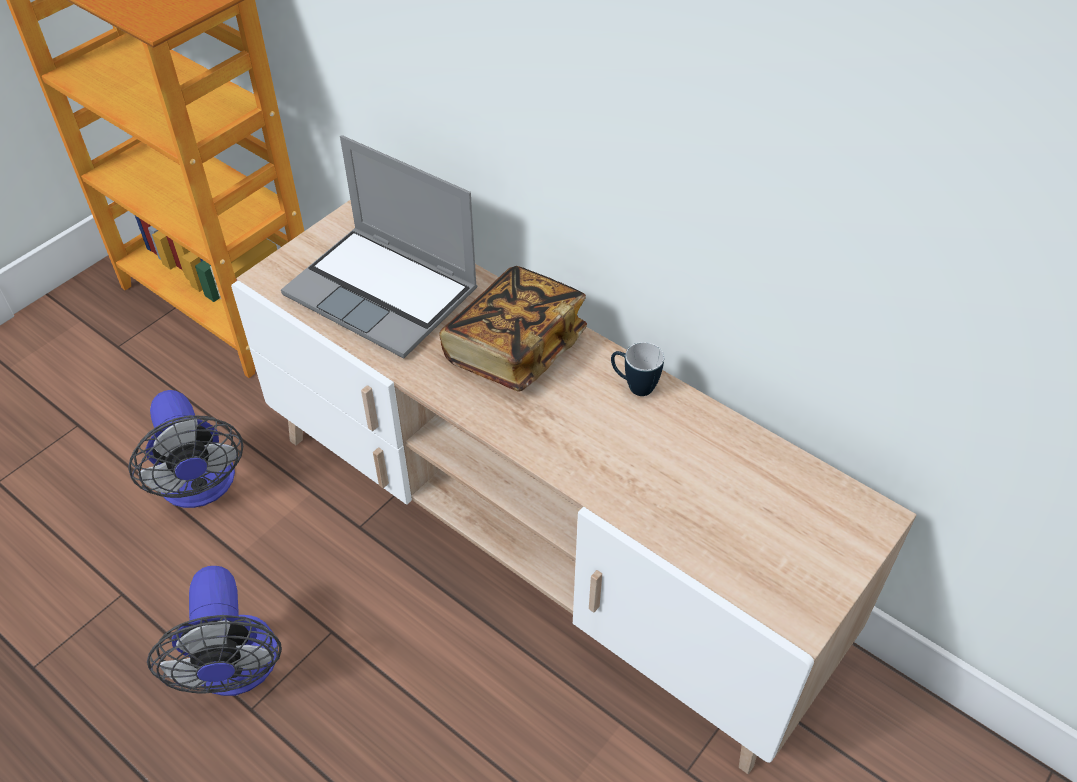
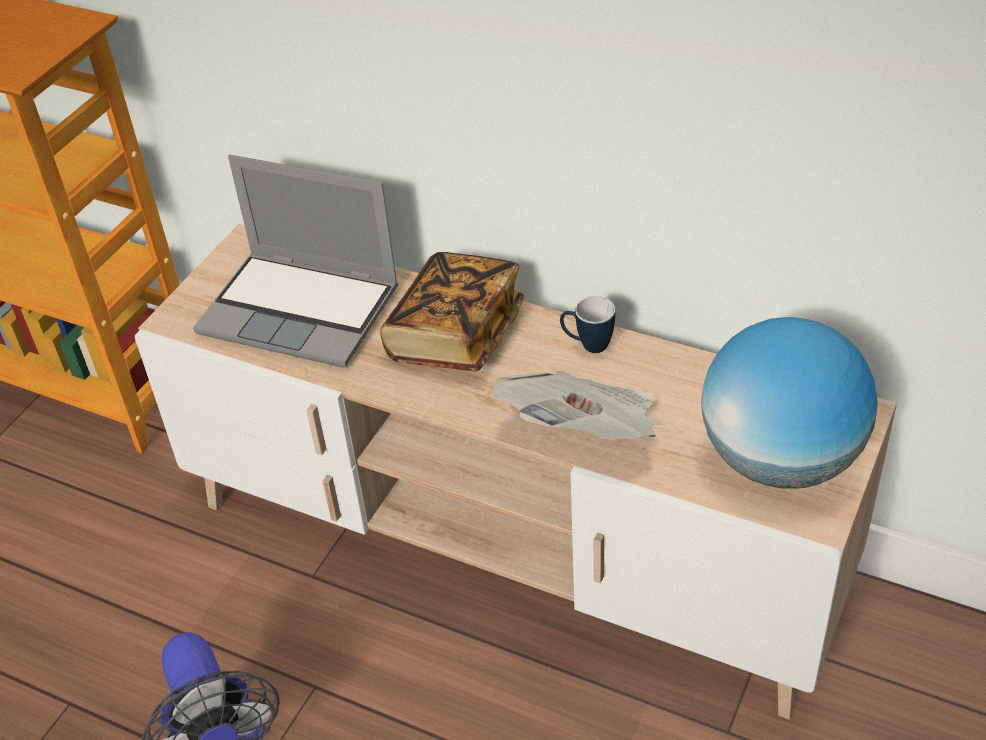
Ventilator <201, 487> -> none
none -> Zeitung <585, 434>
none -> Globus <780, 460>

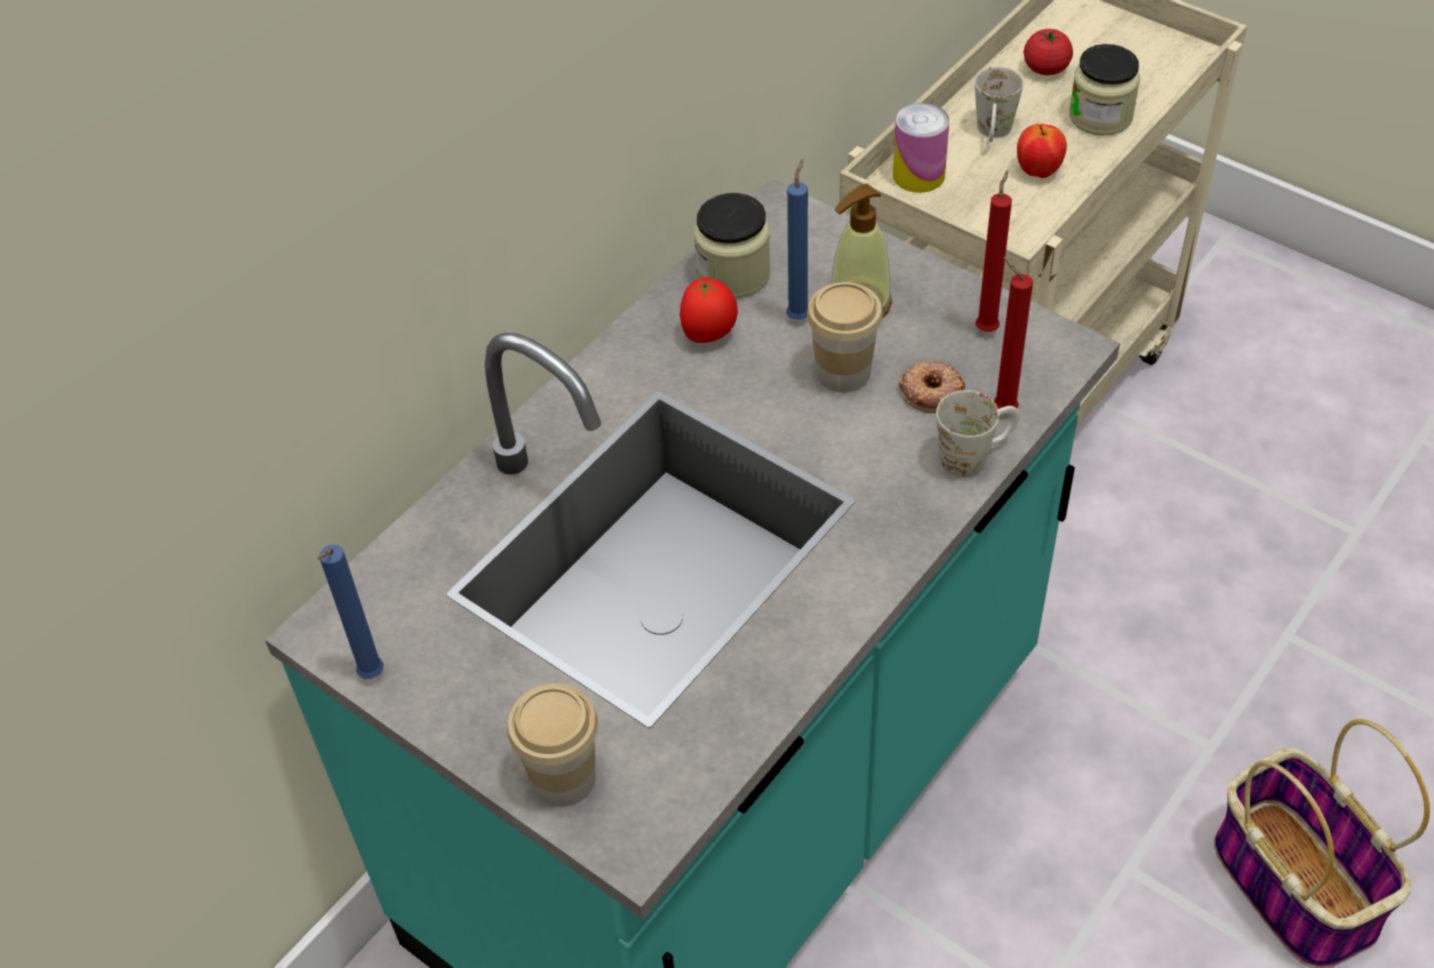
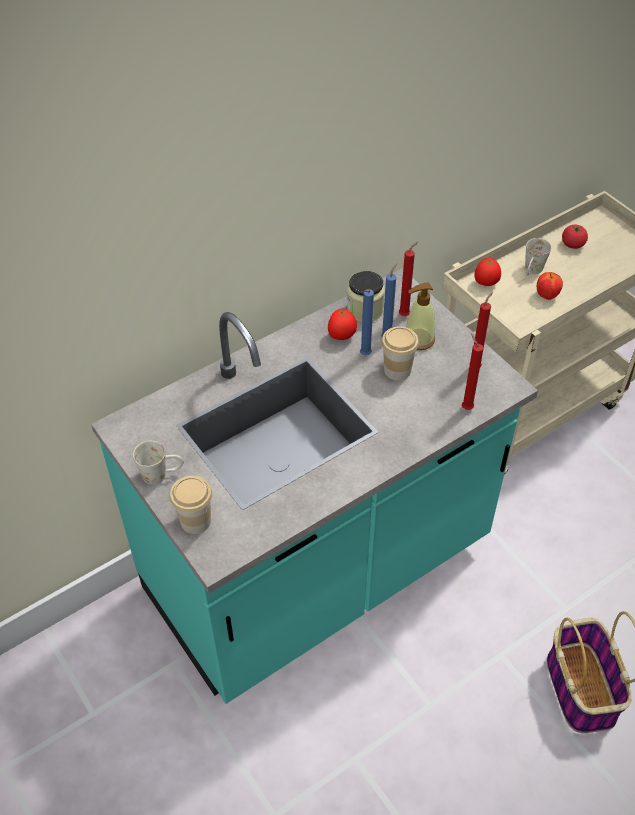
Kerze [blau] <370, 678> -> Kerze [blau] <364, 355>, shifted
Dose <918, 175> -> Tomate <486, 283>
Donut <931, 391> -> none
Henkelbecher [weiß] <975, 455> -> Henkelbecher [weiß] <162, 474>, shifted
Vorratsglas <1100, 116> -> none
none -> Kerze [rot] <405, 314>

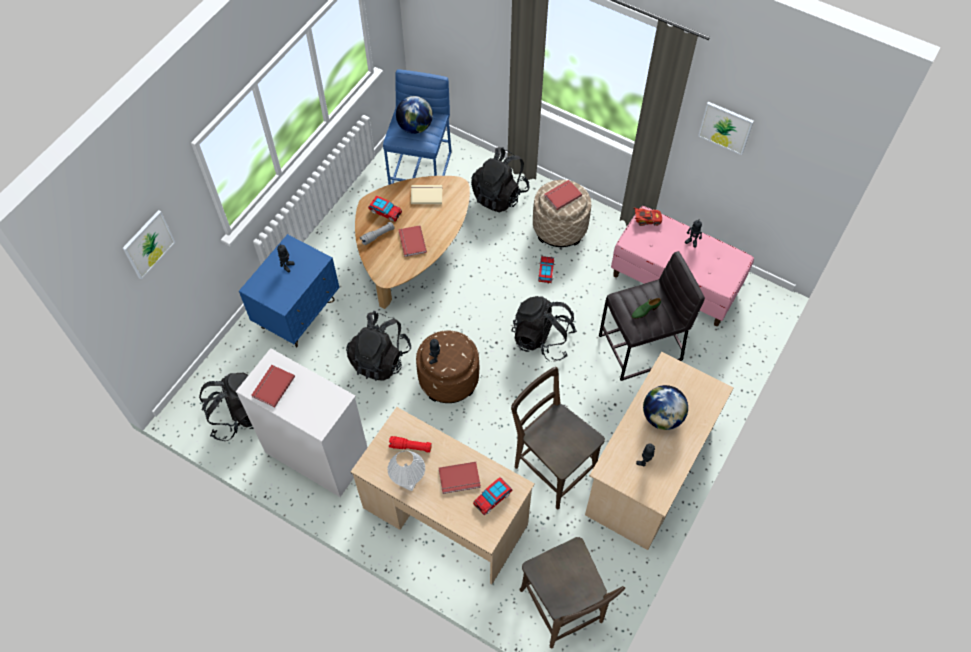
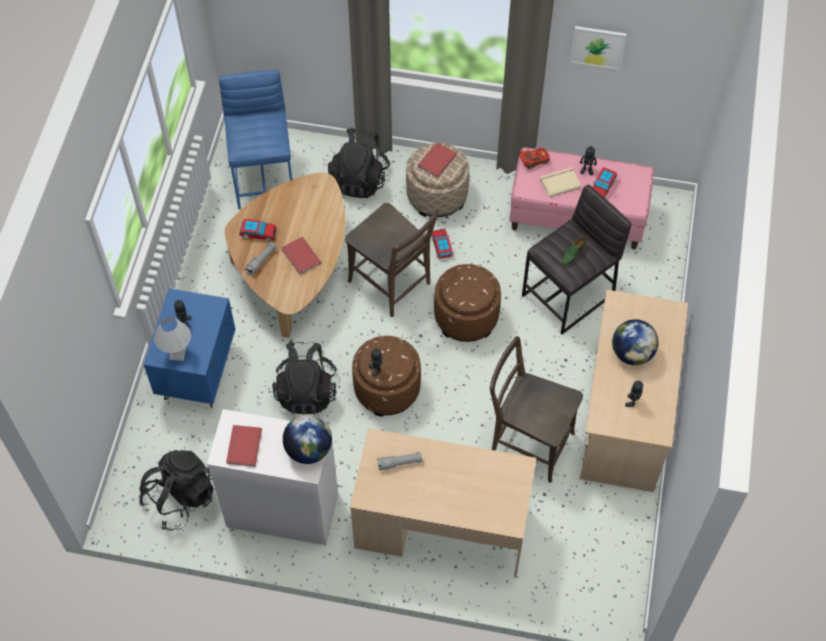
Bild <148, 244> -> none
Tischlampe [weiß] <408, 482> -> Tischlampe [weiß] <177, 354>, shifted
Taschenlampe [rot] <410, 447> -> Taschenlampe [grau] <399, 463>
Globus <415, 127> -> Globus <308, 449>, shifted
Buch [beige] <426, 194> -> Buch [beige] <559, 182>, shifted
Buch [rot] <460, 479> -> none
Spielzeugauto <492, 498> -> Spielzeugauto <602, 187>, shifted
Rucksack [schwarz] <542, 339> -> Polsterhocker [braun] <466, 317>
Stuhl [braun] <563, 610> -> Stuhl [braun] <392, 285>, shifted

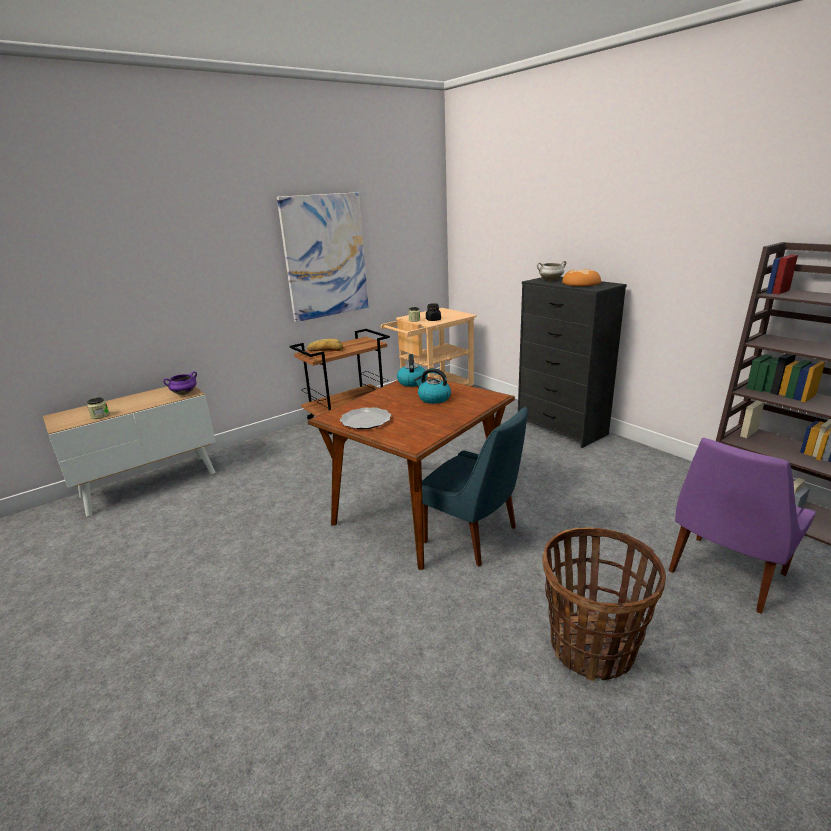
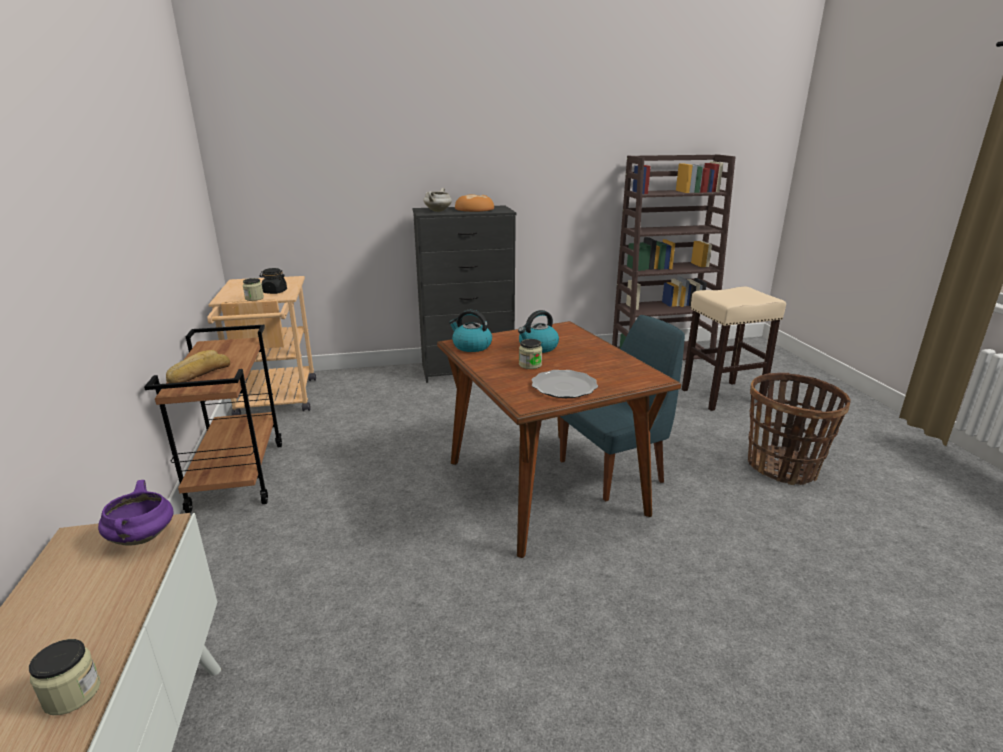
Bild <325, 256> -> none
Stuhl [lila] <724, 575> -> Hocker [beige] <721, 396>
none -> Vorratsglas <530, 365>

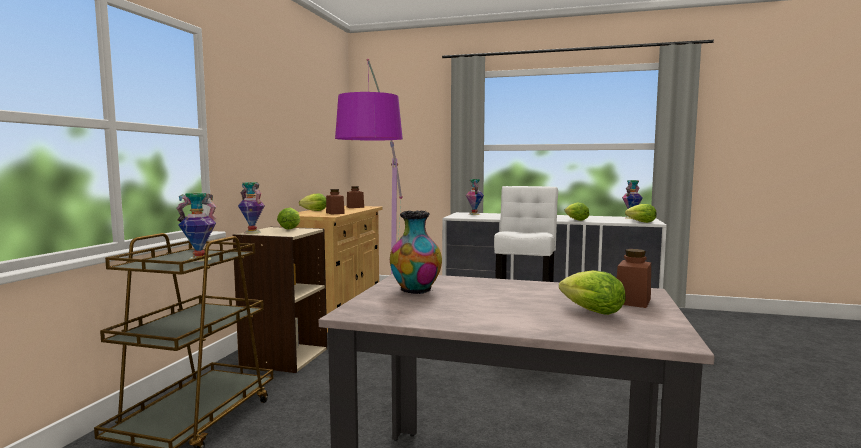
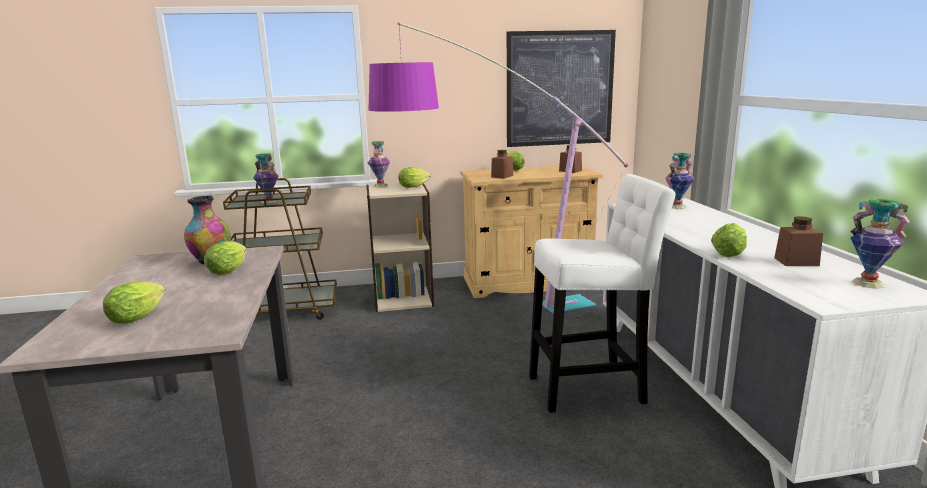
Vorratsglas [braun] <632, 301> -> Vorratsglas [braun] <796, 262>, shifted
Salatkopf <639, 222> -> Salatkopf <230, 270>, shifted
none -> Bild <559, 89>

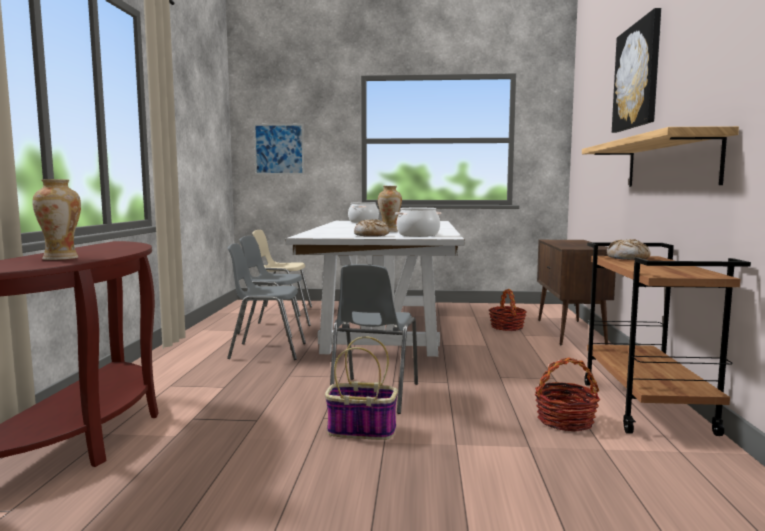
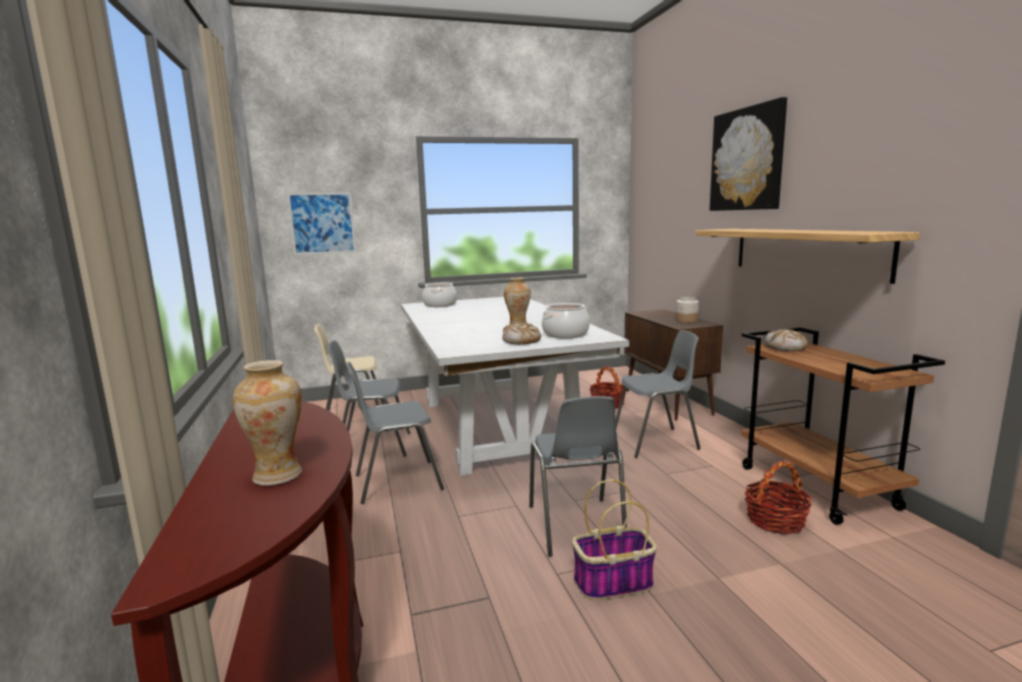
none -> Stuhl [grau] <656, 442>
none -> Vorratsglas <686, 320>

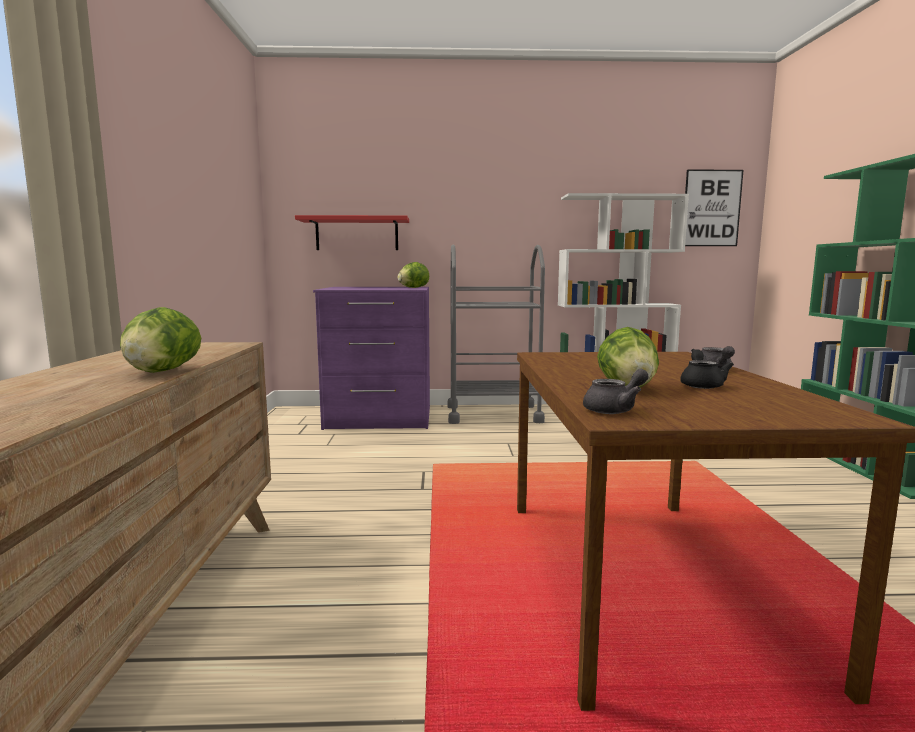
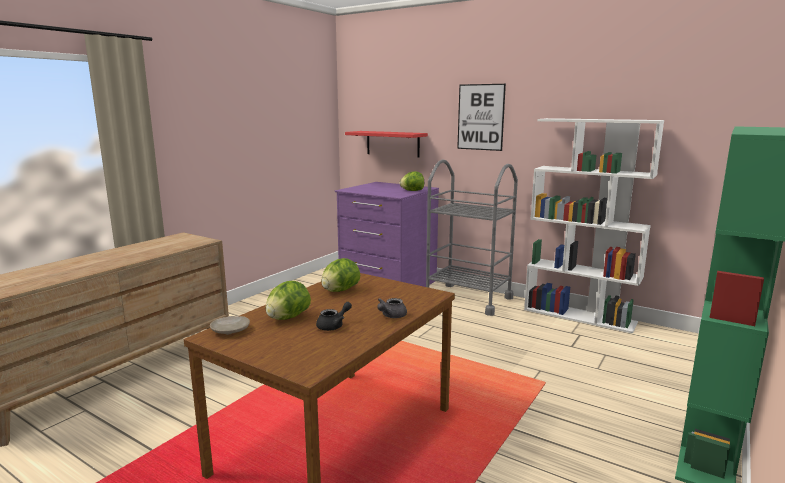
Salatkopf <161, 371> -> Salatkopf <340, 290>, shifted
Teekanne [grau] <615, 409> -> Teller [beige] <230, 330>
Bild <711, 208> -> Bild <480, 117>, shifted

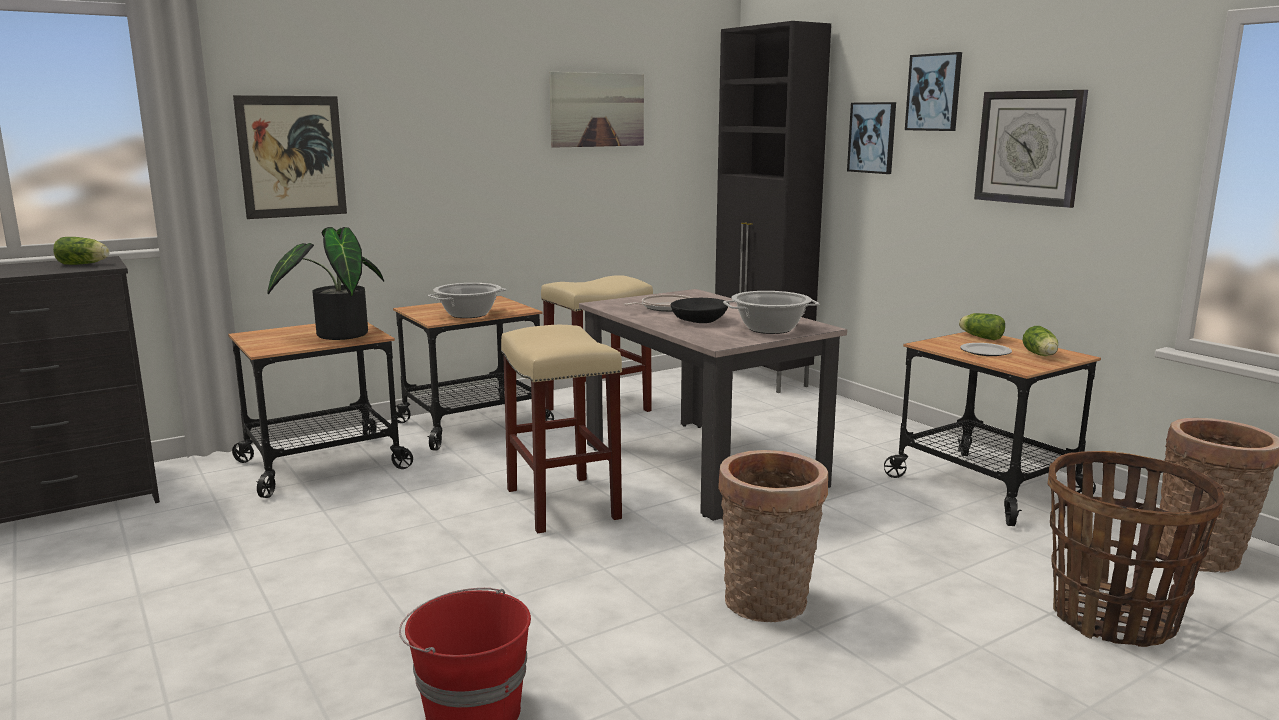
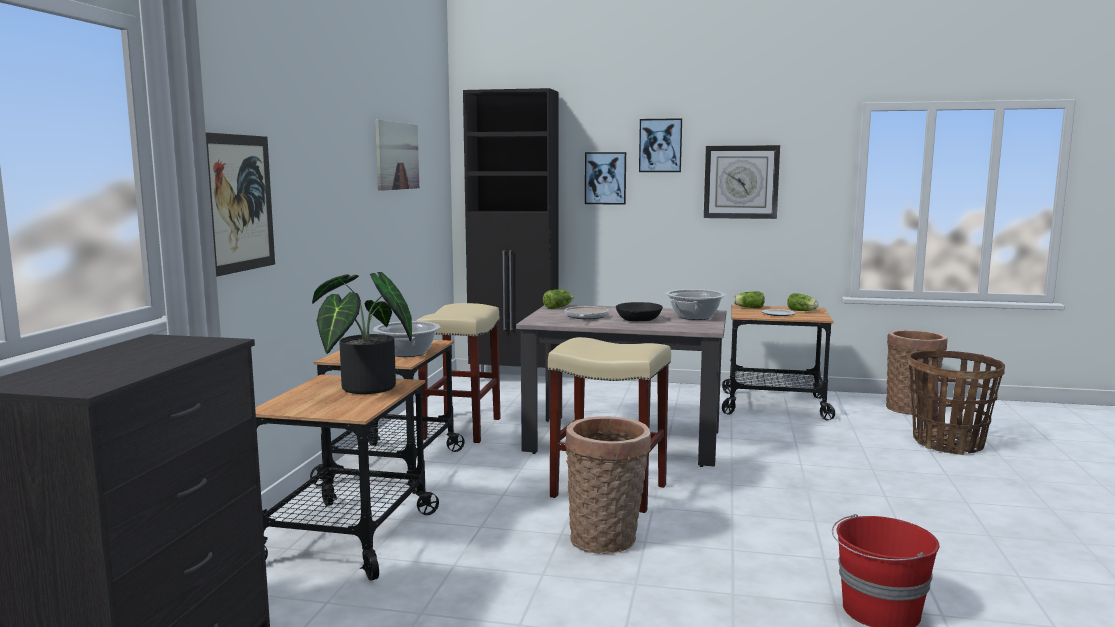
Salatkopf <84, 264> -> Salatkopf <559, 307>, shifted
Korb <768, 605> -> Korb <607, 540>, shifted

